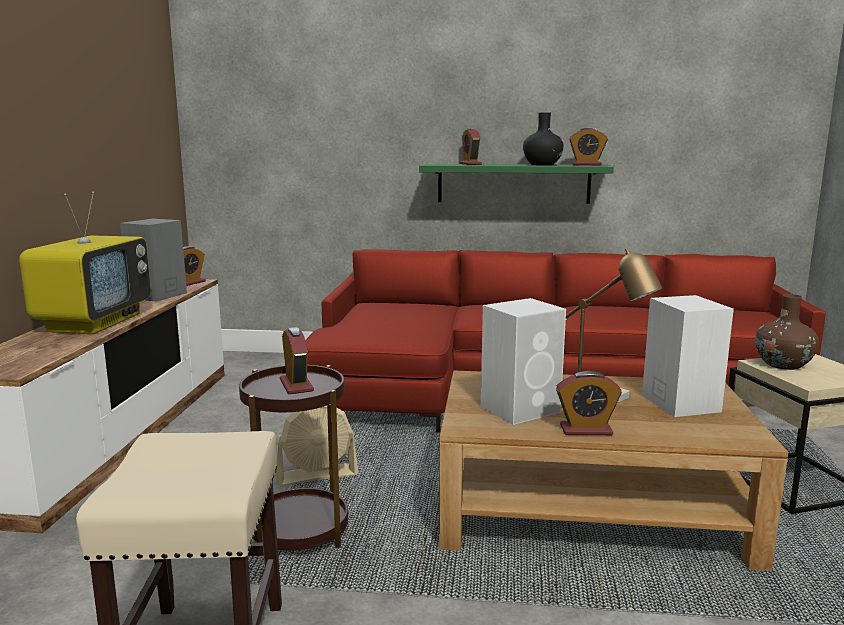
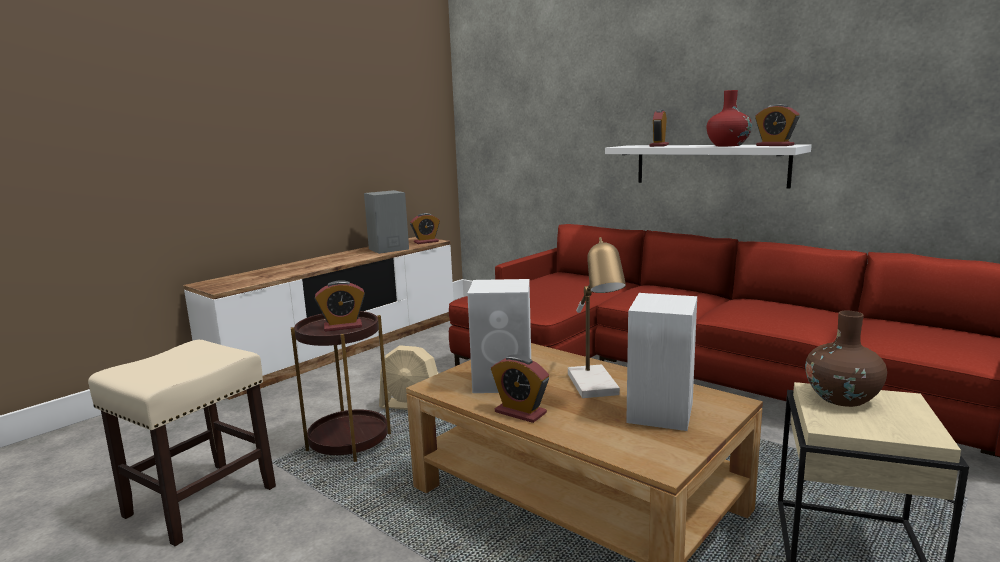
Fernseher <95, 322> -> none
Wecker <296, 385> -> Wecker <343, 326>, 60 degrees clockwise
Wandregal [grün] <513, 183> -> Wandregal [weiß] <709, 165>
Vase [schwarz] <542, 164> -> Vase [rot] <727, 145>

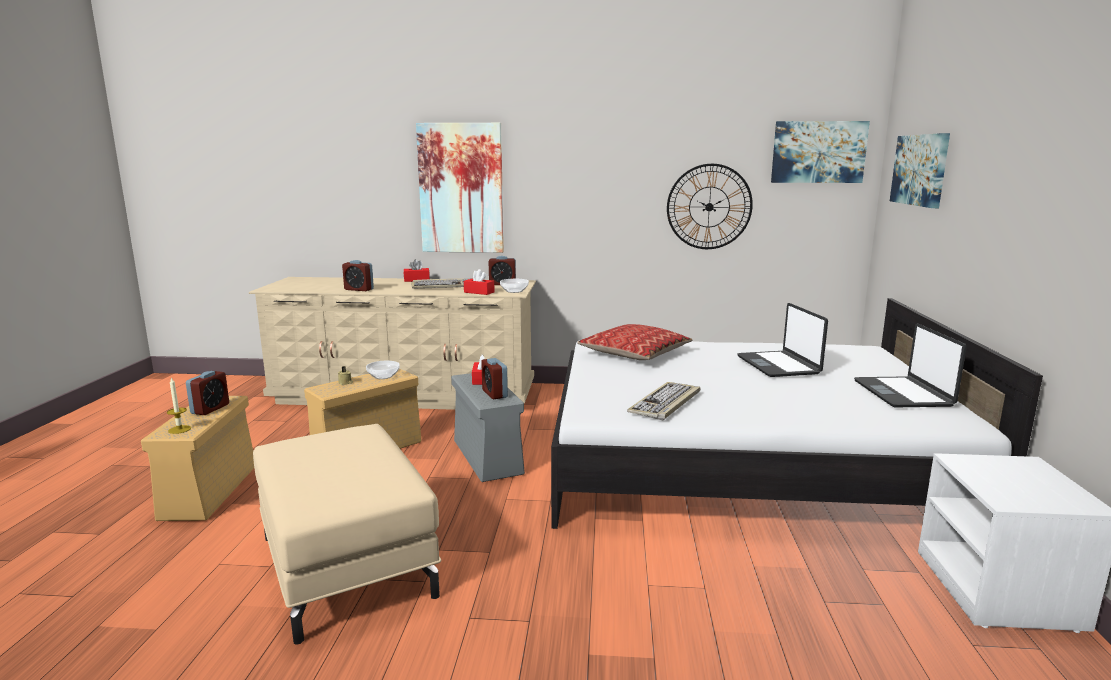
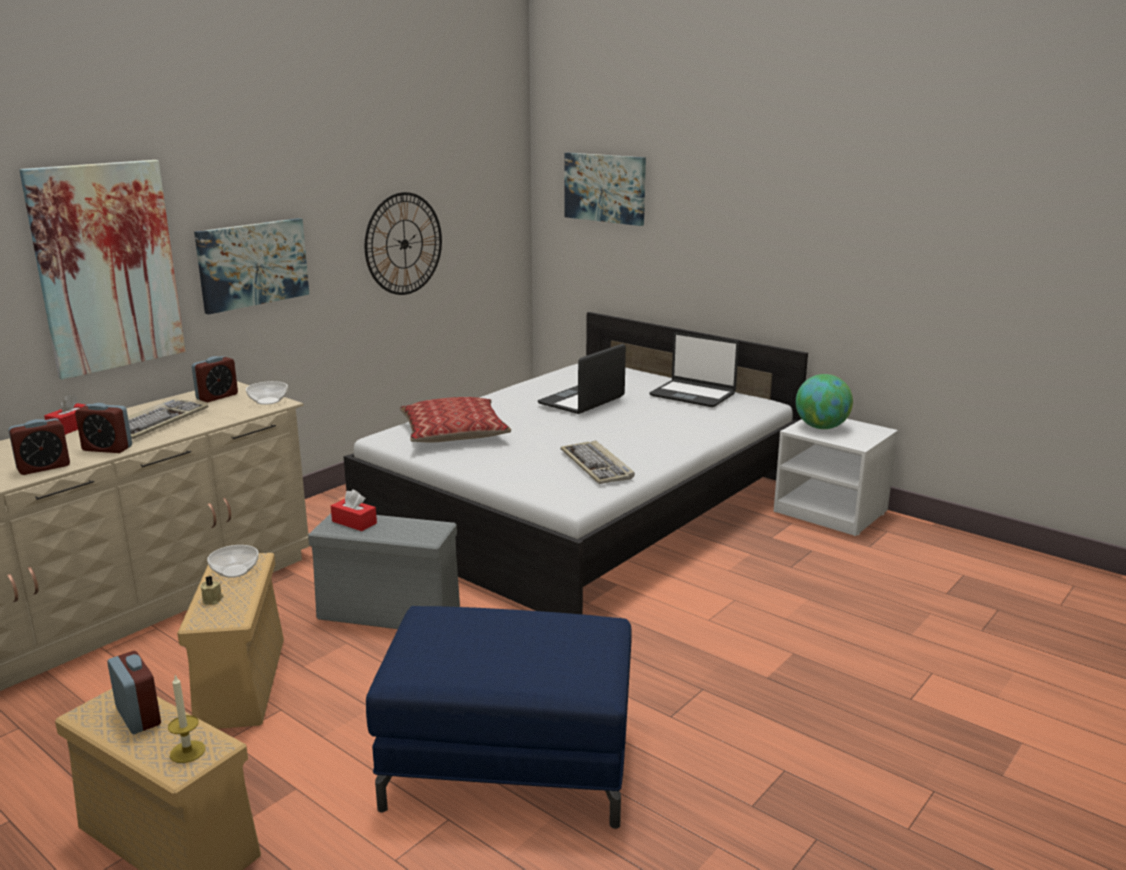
Polsterhocker [beige] <345, 565> -> Polsterhocker [blau] <508, 765>
Taschentuchbox [rot] <479, 292> -> none
Wecker <494, 394> -> Wecker <107, 449>, shifted
Laptop <779, 365> -> Laptop <582, 401>, 105 degrees clockwise
Bild <818, 152> -> Bild <253, 264>, shifted
none -> Globus <821, 427>

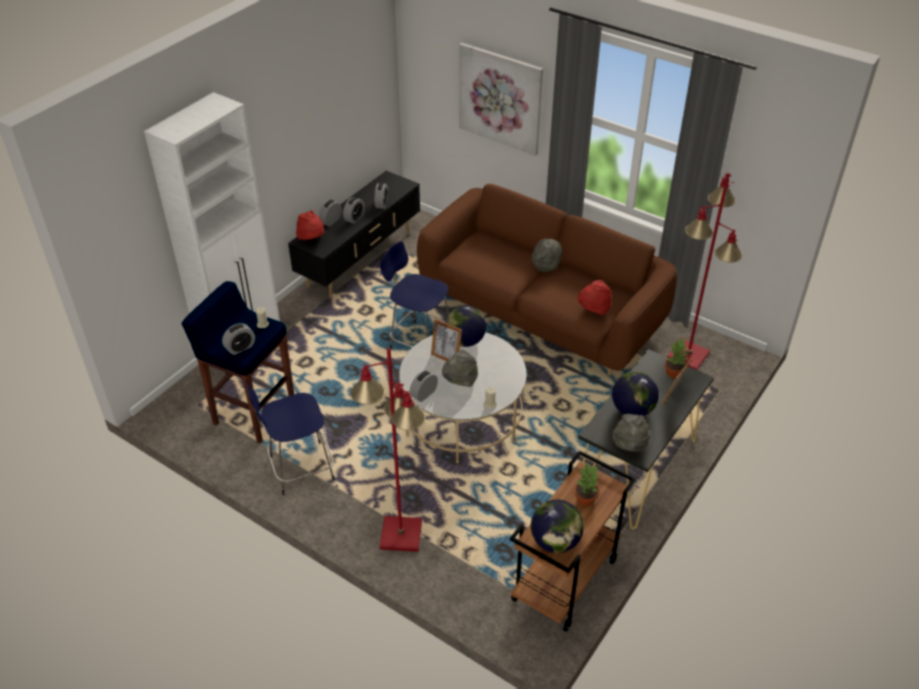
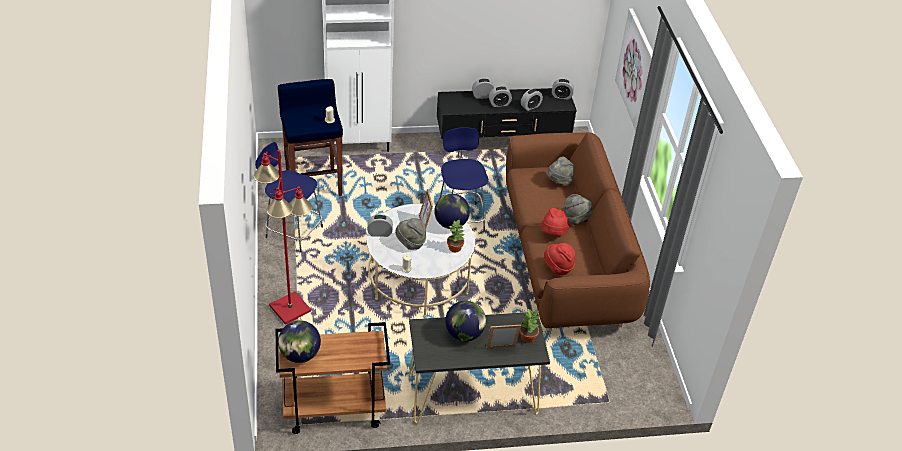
Wecker <240, 348> -> Wecker <561, 96>, shifted
Hut [rot] <312, 239> -> Hut [rot] <553, 234>, shifted
Topfpflanze <585, 499> -> Topfpflanze <455, 248>, shifted
Hut [grau] <629, 446> -> Hut [grau] <559, 182>, shifted
Stehlampe [rot] <688, 355> -> none

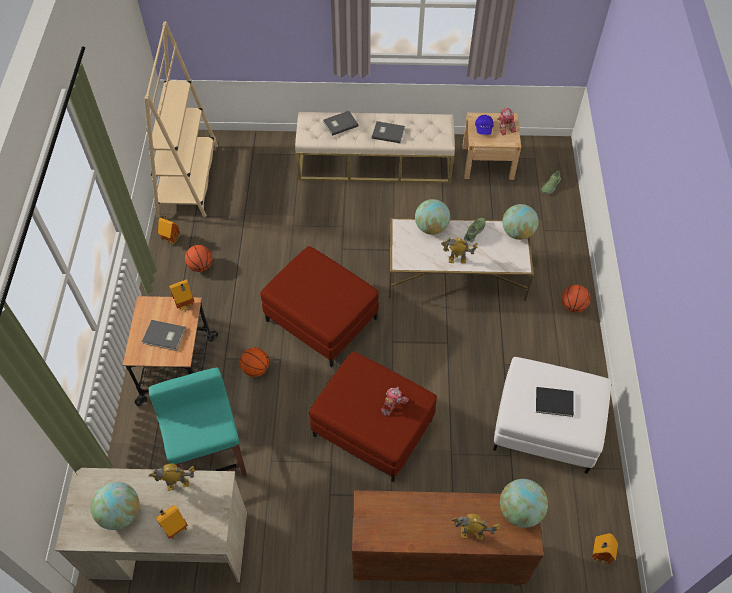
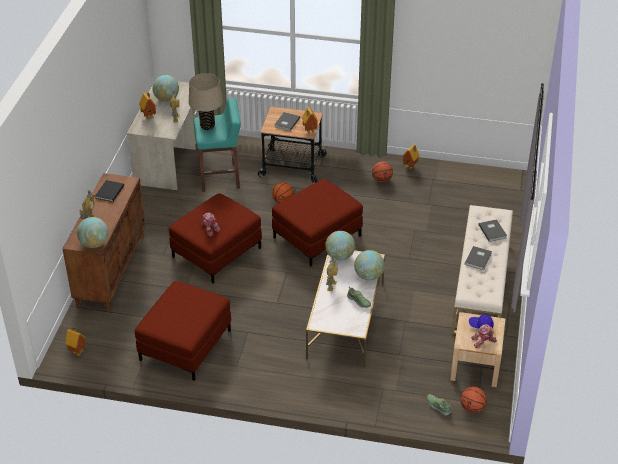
Bücherregal [beige] <188, 180> -> none
Polsterhocker [weiß] <544, 427> -> Polsterhocker [rot] <185, 344>
Globus <517, 232> -> Globus <340, 256>, shifted
Buch [schwarz] <555, 403> -> Buch [schwarz] <108, 192>, shifted
Basketball <572, 306> -> Basketball <472, 407>, shifted
none -> Tischlampe [beige] <207, 126>

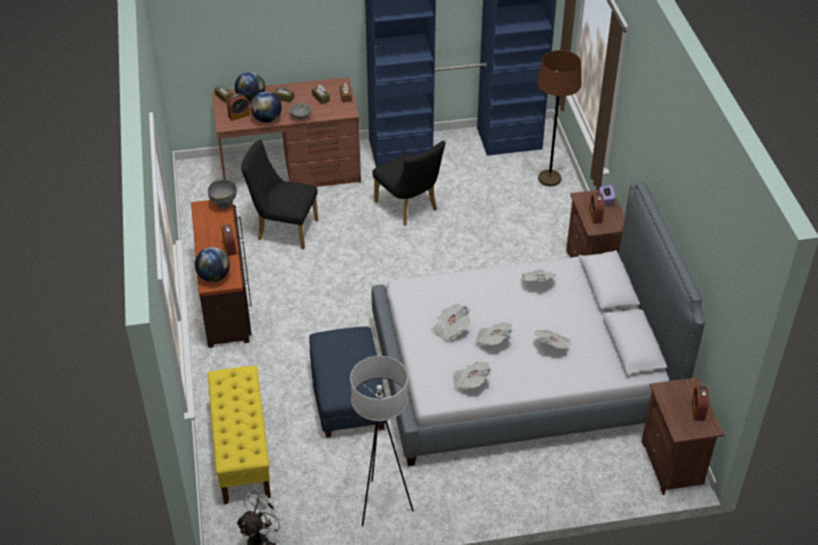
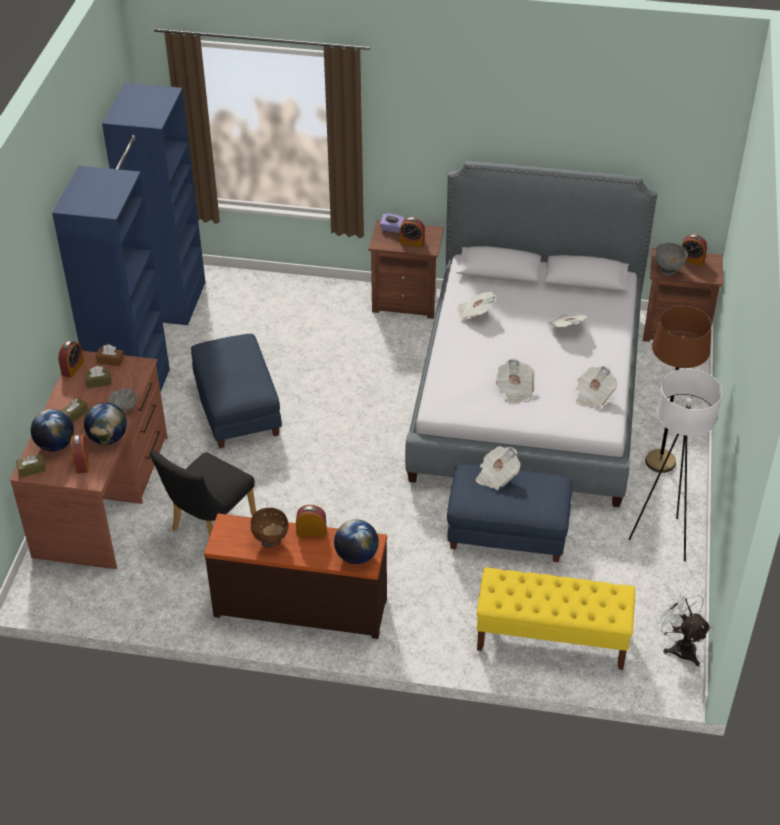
Schüssel [grau] <223, 205> -> Schüssel [grau] <668, 270>, shifted
Stuhl [schwarz] <409, 208> -> Polsterhocker [blau] <238, 409>
Zeitung <492, 340> -> Zeitung <496, 476>, shifted
Stehlampe [braun] <549, 178> -> Stehlampe [braun] <660, 461>, shifted
none -> Wecker <73, 368>
none -> Schüssel [braun] <271, 540>

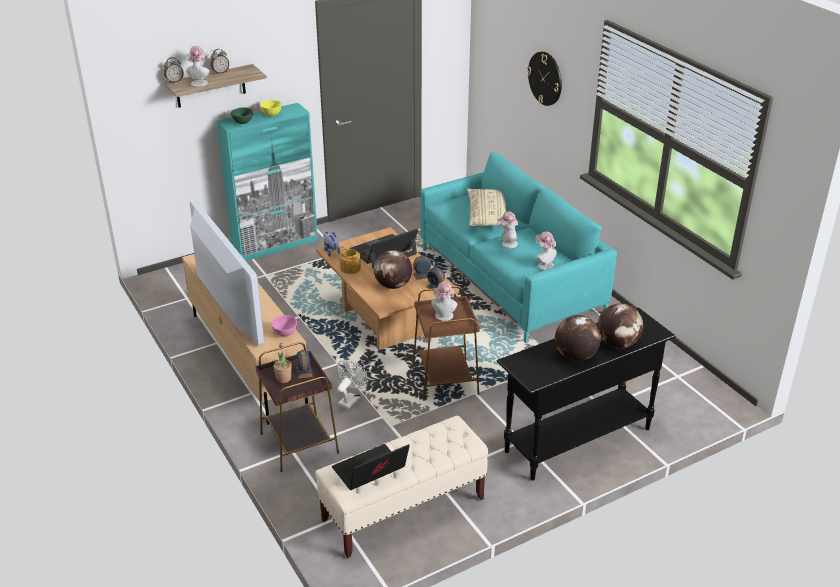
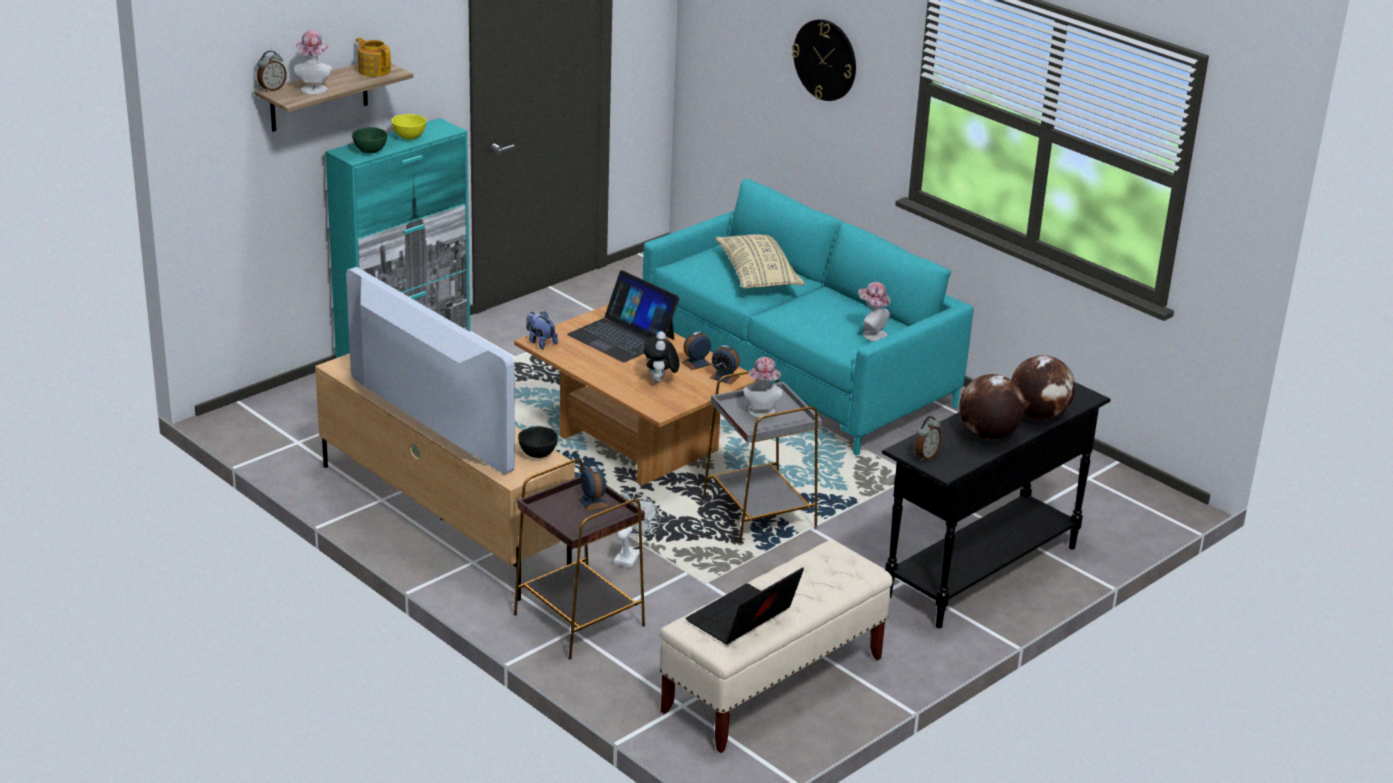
Wecker <220, 72> -> Wecker <925, 456>, shifted
Schüssel [rosa] <285, 334> -> Schüssel [schwarz] <538, 455>
Topfpflanze <283, 378> -> none
Teekanne <350, 268> -> Teekanne <374, 70>, shifted
Laptop <383, 252> -> Laptop <622, 336>, 90 degrees counterclockwise
Globus <393, 286> -> Plüschtier <660, 381>
Beistelltisch [braun] <445, 380> -> Beistelltisch [grau] <758, 516>
Hut <507, 244> -> none

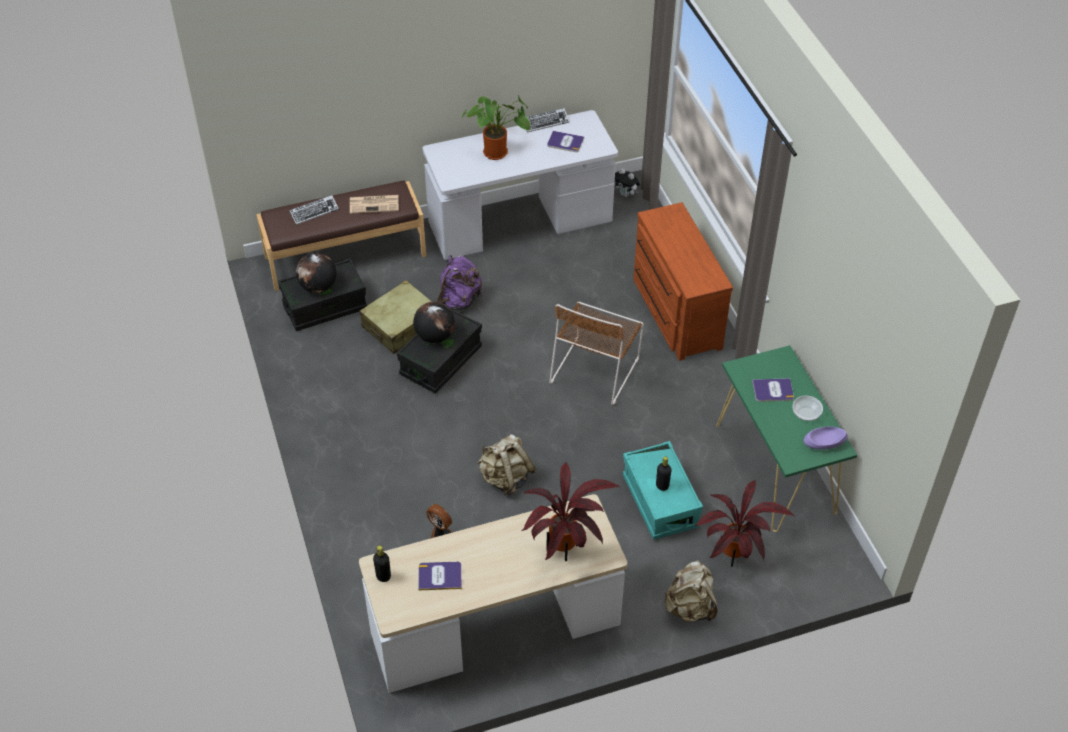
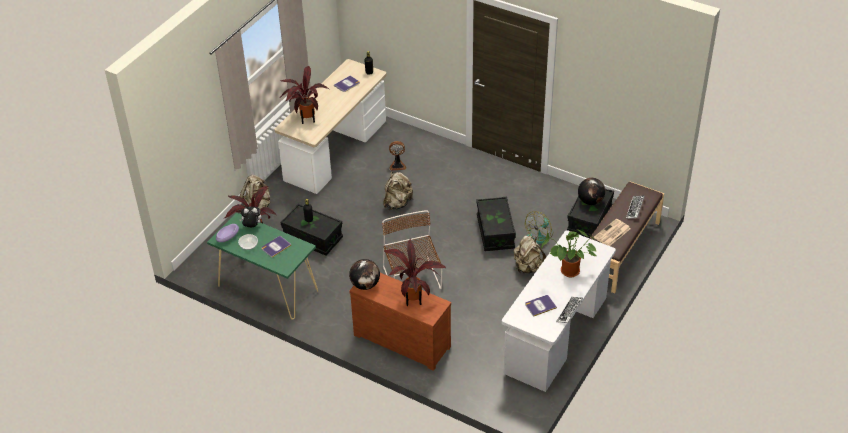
Koffer [beige] <401, 325> -> Ventilator <539, 236>
Globus <434, 336> -> Globus <365, 285>, shifted
Rucksack [lila] <459, 301> -> Rucksack [beige] <527, 267>
Plüschtier <626, 194> -> Plüschtier <252, 226>, shifted
Aufbewahrungsbox [türkis] <660, 502> -> Aufbewahrungsbox [schwarz] <313, 238>
none -> Topfpflanze <414, 298>

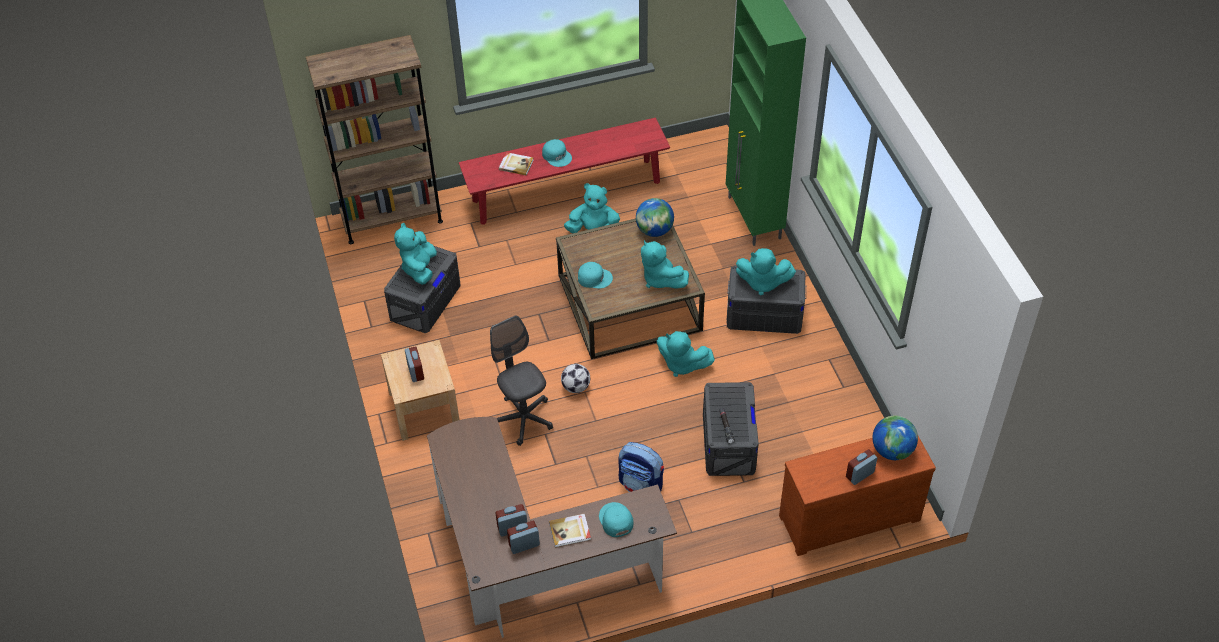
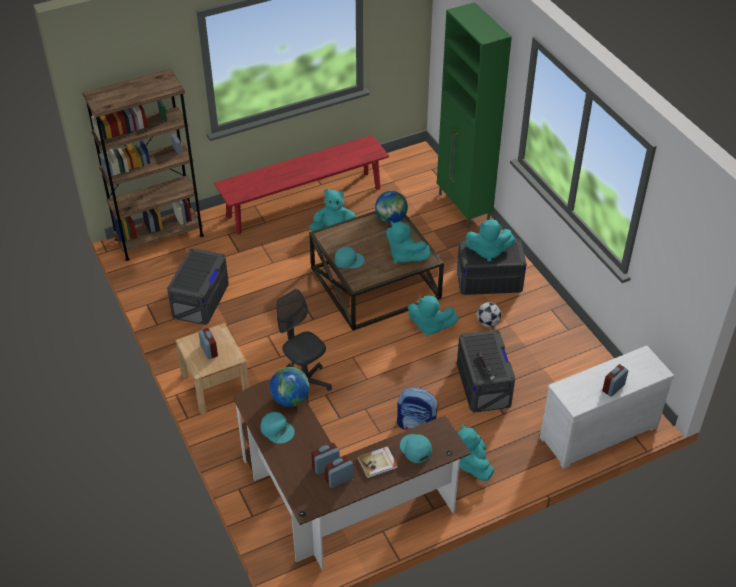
Plüschtier [türkis] <419, 268> -> Plüschtier [türkis] <472, 464>, shifted
Buch <516, 164> -> none
Kappe [türkis] <557, 155> -> Kappe [türkis] <277, 429>, shifted
Fußball <576, 387> -> Fußball <488, 323>, shifted
Kommode [braun] <848, 515> -> Kommode [weiß] <597, 430>
Globus <892, 450> -> Globus <290, 399>, shifted

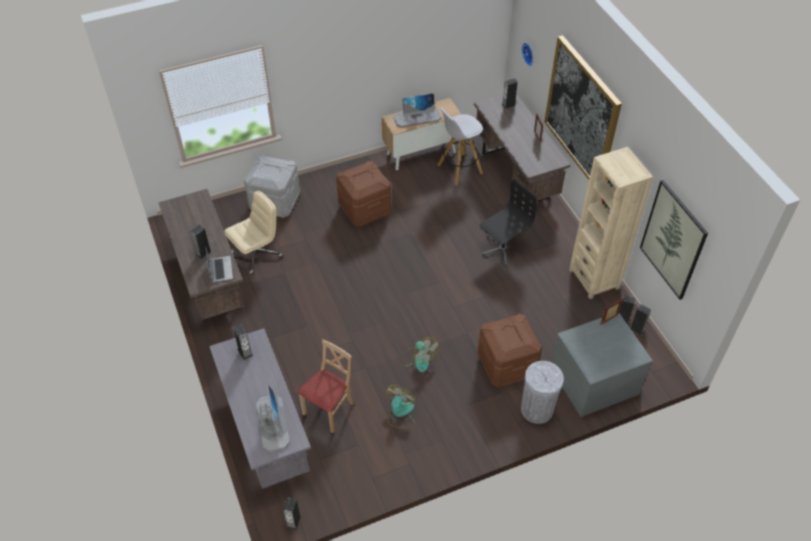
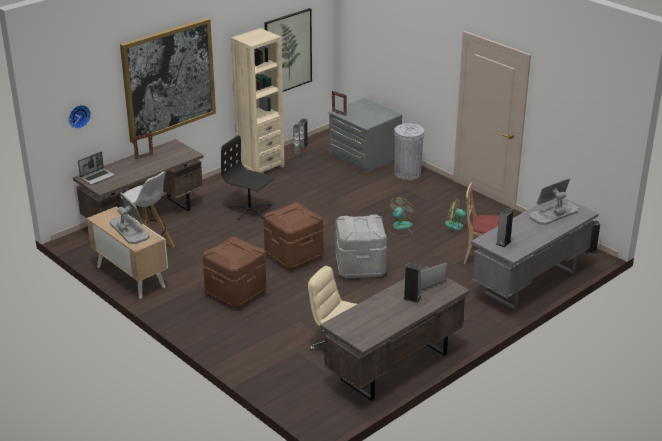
Aufbewahrungsbox [grau] <274, 202> -> Aufbewahrungsbox [grau] <360, 267>, shifted
Aufbewahrungsbox [braun] <507, 365> -> Aufbewahrungsbox [braun] <294, 256>, shifted
Lautsprecher <508, 105> -> Laptop <97, 177>

